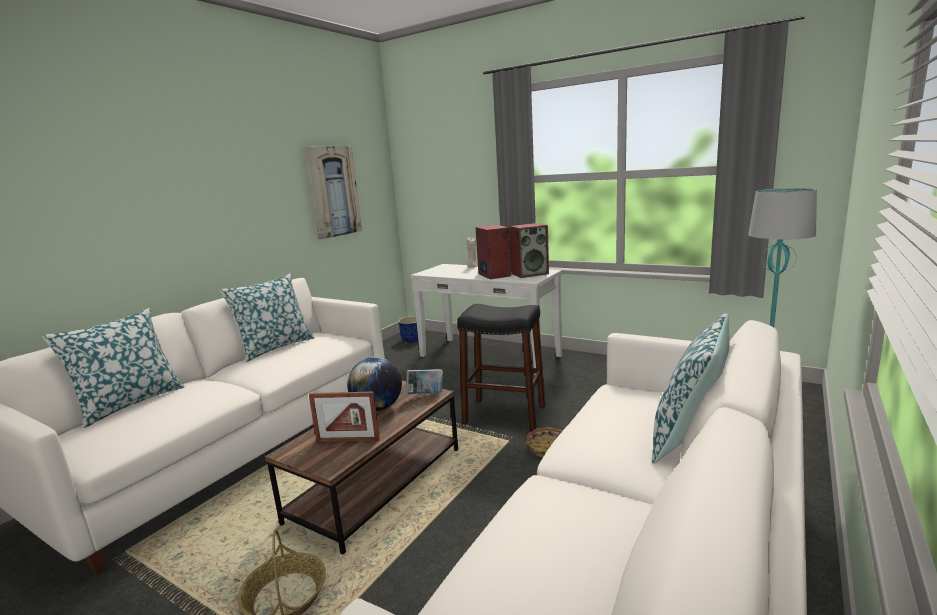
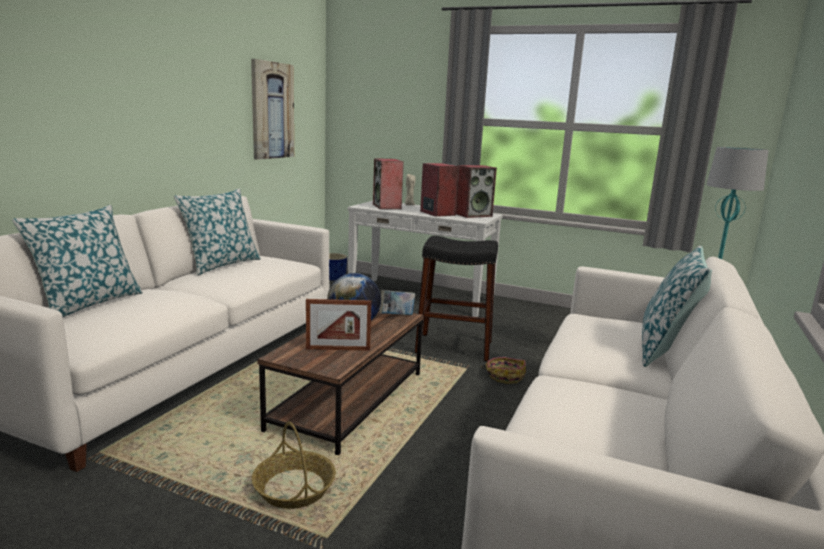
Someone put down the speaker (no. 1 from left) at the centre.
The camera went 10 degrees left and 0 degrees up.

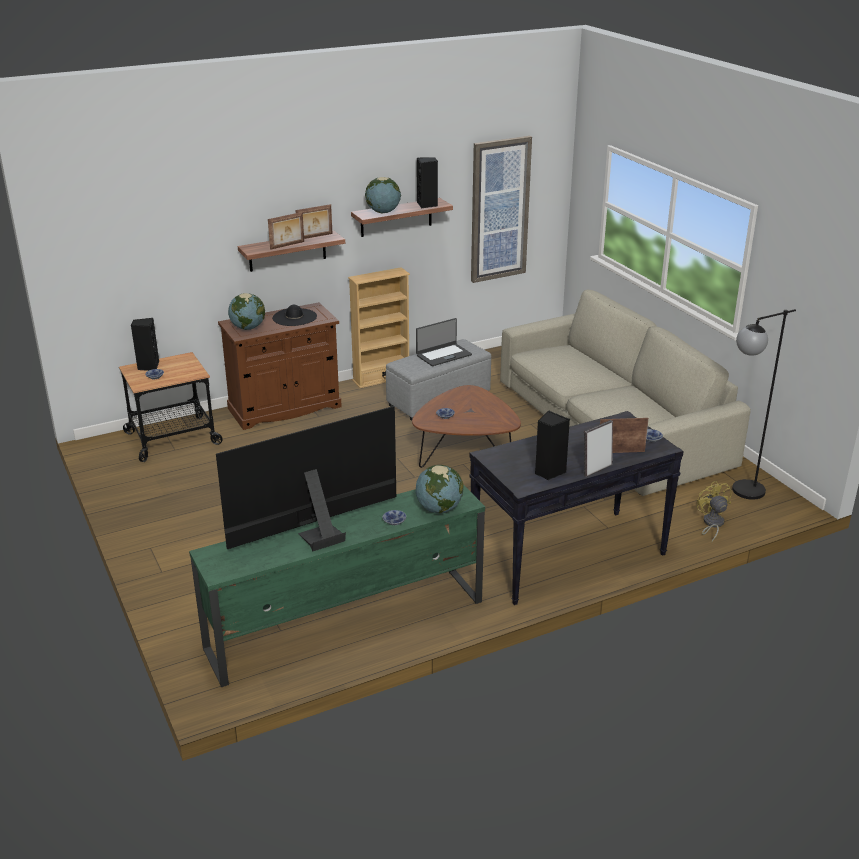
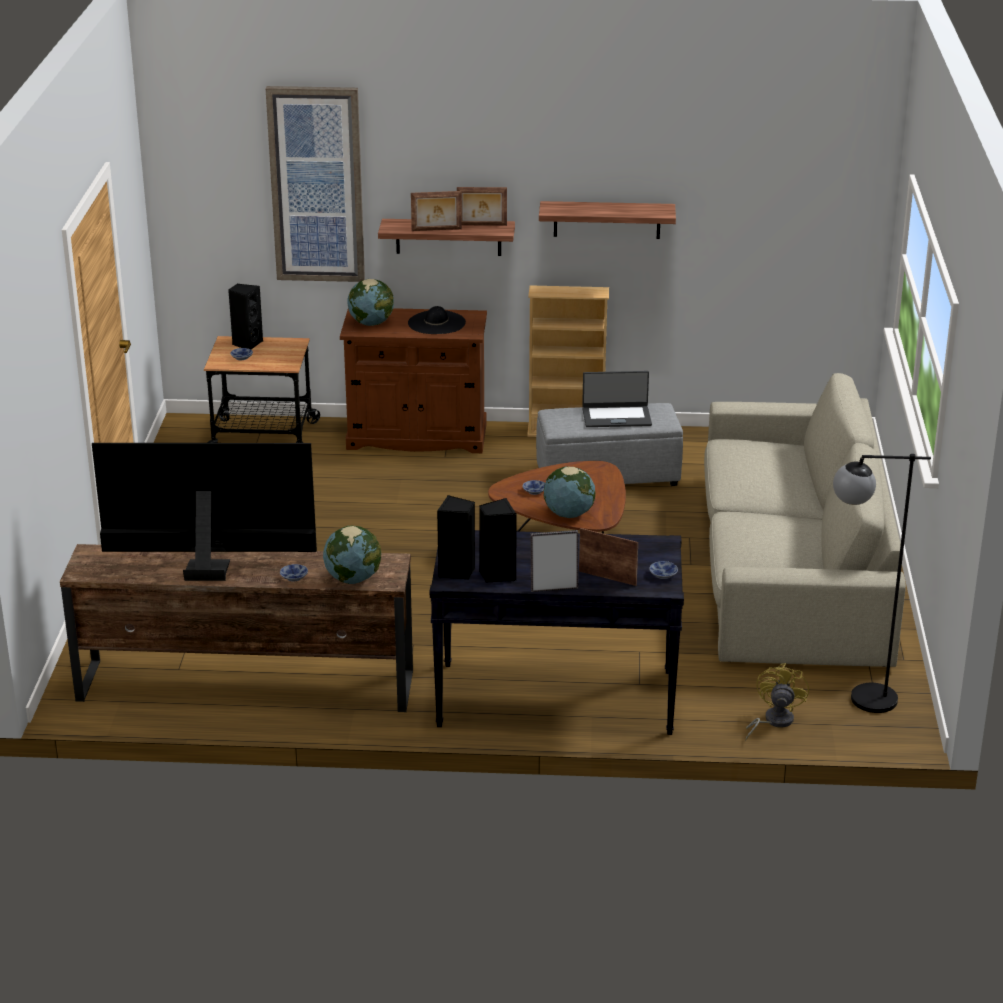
Someone carried the picture from the top centre to the top left.
Someone carried the black_speaker (no. 2 from left) from the top centre to the centre.
Someone carried the globe (no. 2 from left in the first image) from the top centre to the centre.
Someone repainted the green_tv_stand at the bottom centre, which became the brown_tv_stand at the middle left.
The camera went 30 degrees right and 0 degrees up.

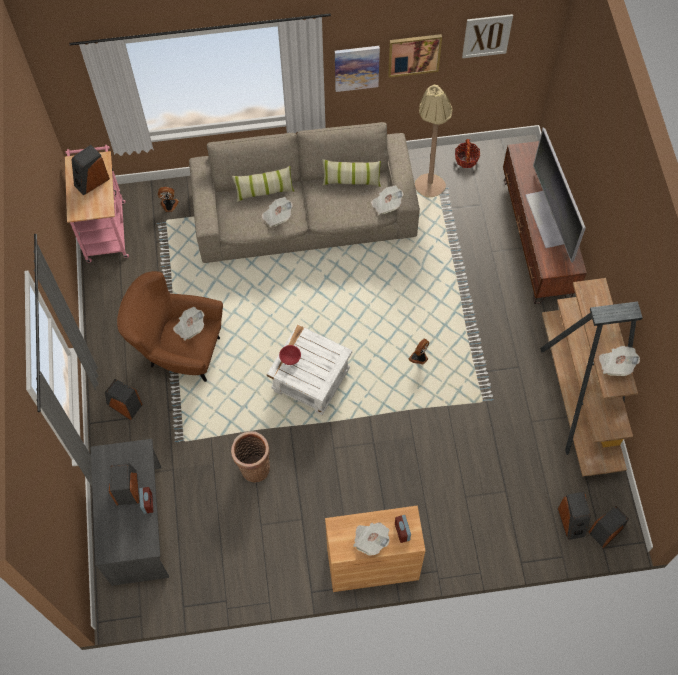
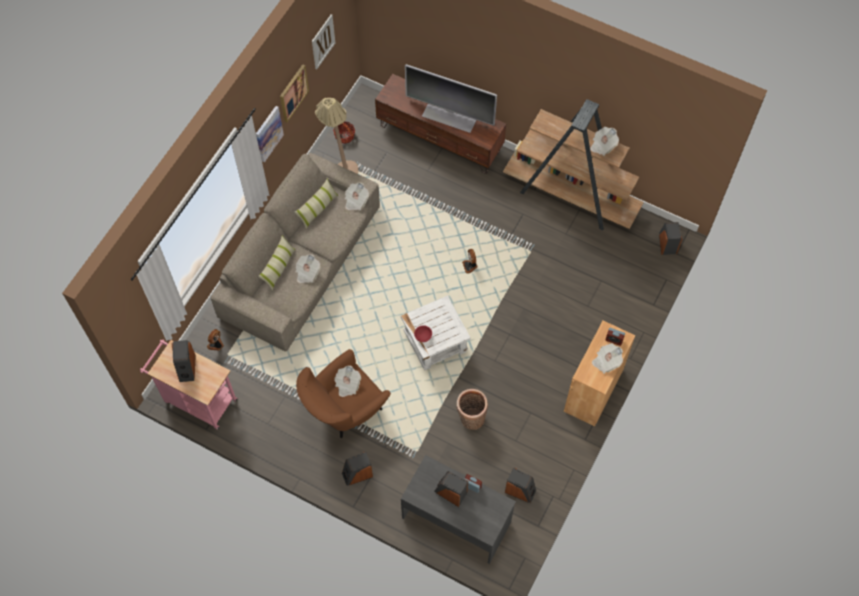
Someone carried the speaker (no. 4 from left) from the bottom right to the bottom centre.
The camera went 55 degrees left and 0 degrees up.

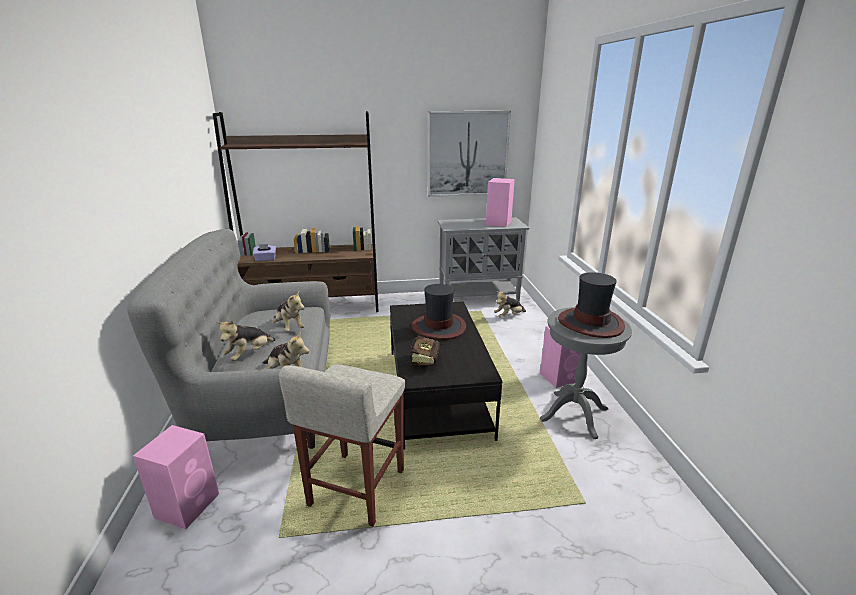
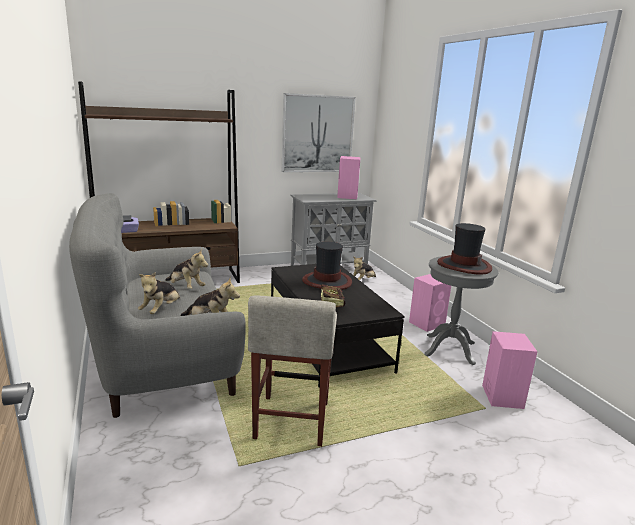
Someone carried the pink_speaker (no. 1 from left in the first image) from the bottom left to the bottom right.
The camera went 15 degrees left and 5 degrees down.

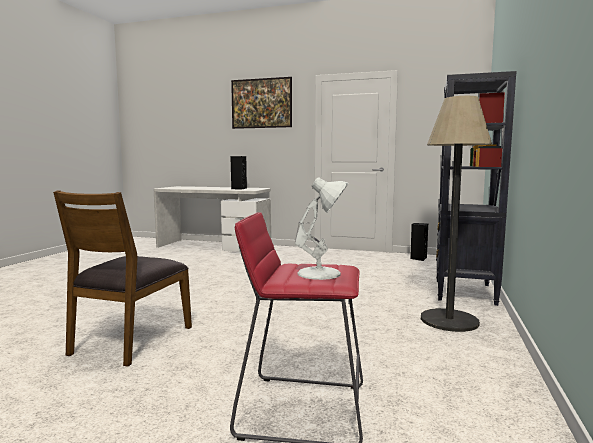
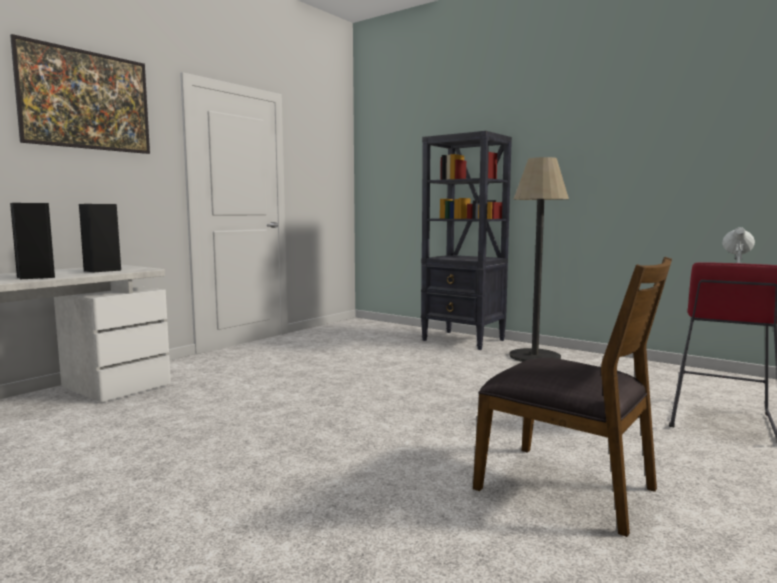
Someone carried the black_speaker (no. 2 from left in the first image) from the middle right to the middle left.
The camera went 70 degrees left and 0 degrees up.

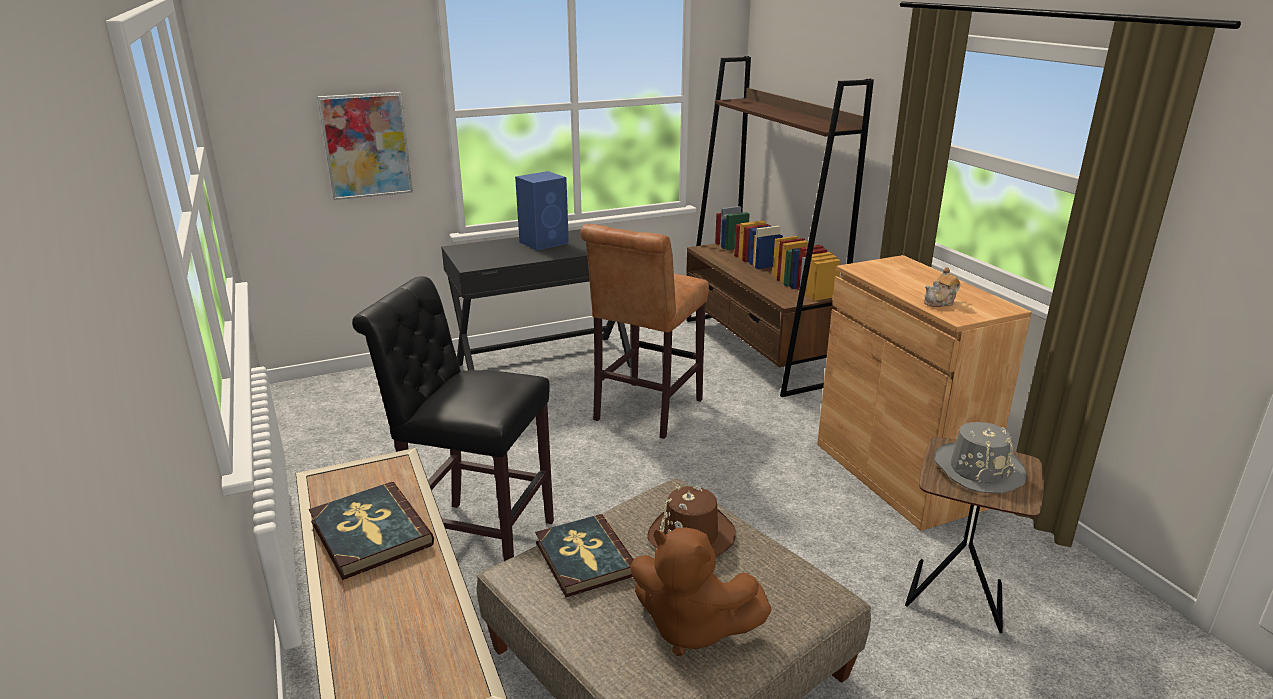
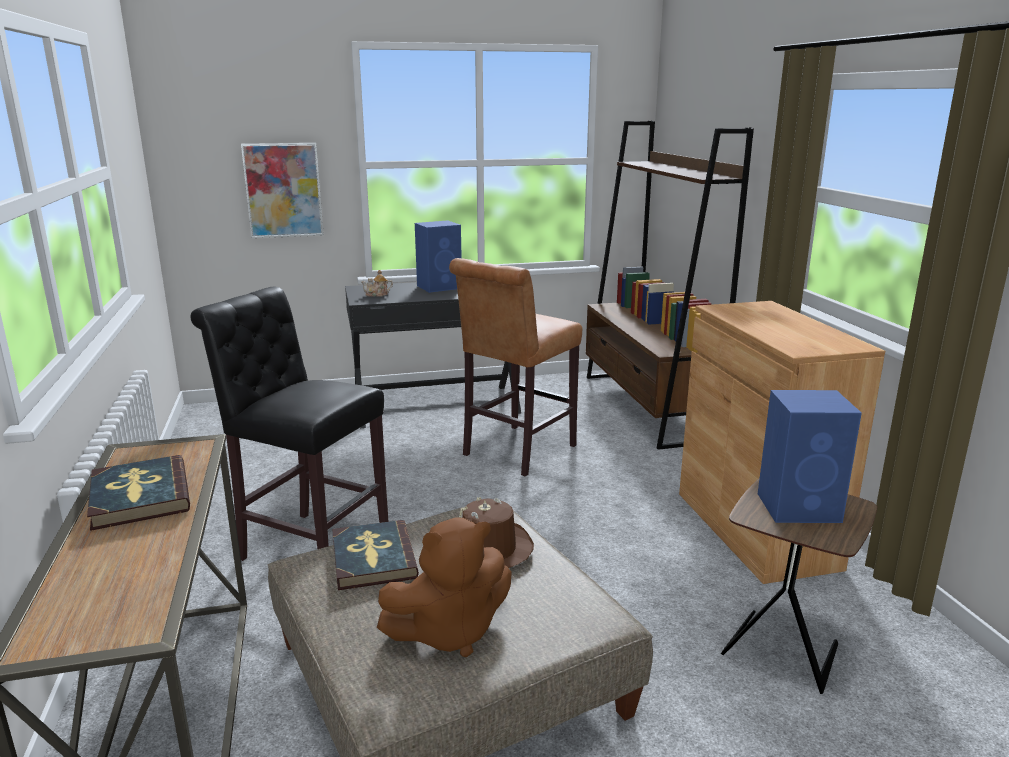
Someone carried the teapot from the middle right to the centre.
Someone swapped the grey_hat at the middle right for the blue_speaker (no. 2 from left) at the middle right.
Someone rotated the brown_plush_toy at the bottom centre by 60 degrees counterclockwise.
The camera went 10 degrees right and 5 degrees down.

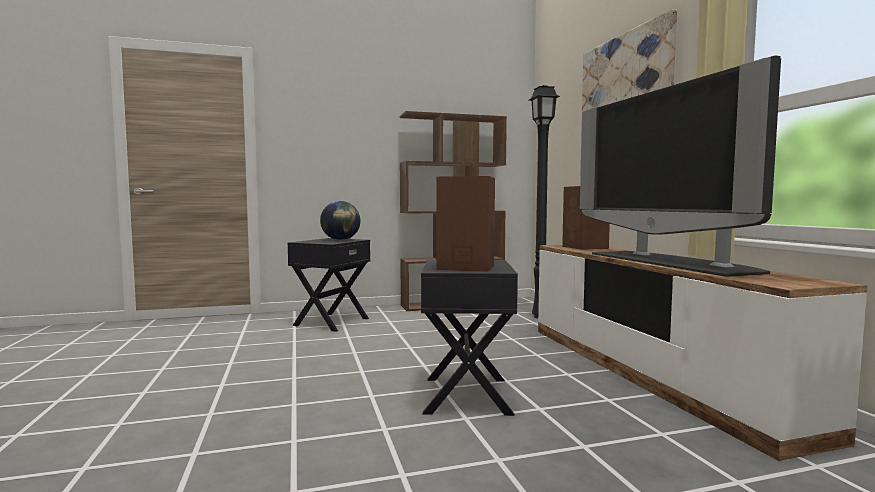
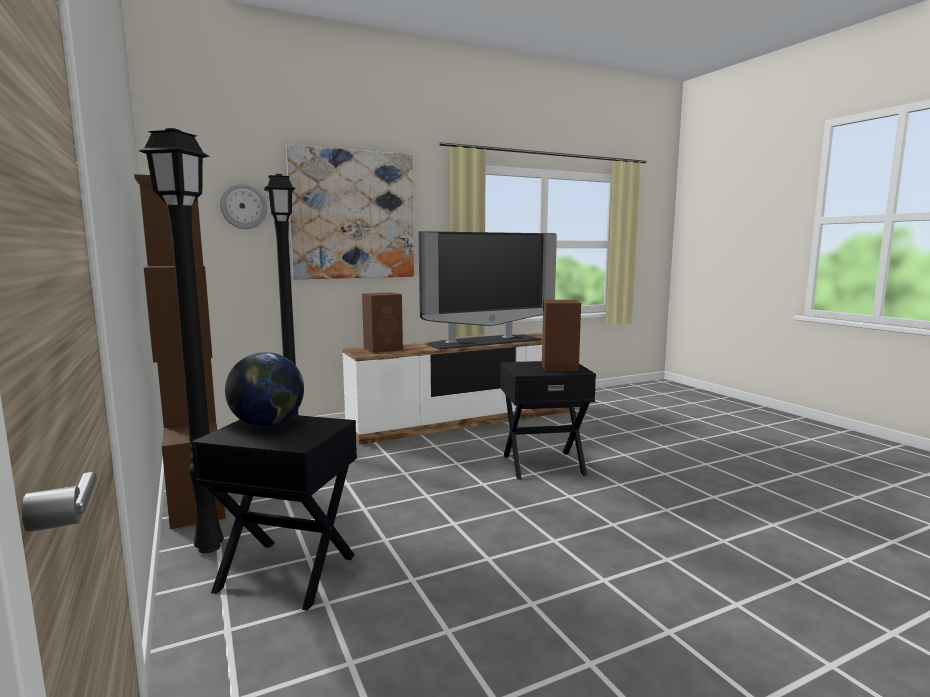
Someone put down the black_floor_lamp (no. 1 from left) at the middle left.
Someone put up the wall_clock at the top left.
The camera went 100 degrees left and 5 degrees up.

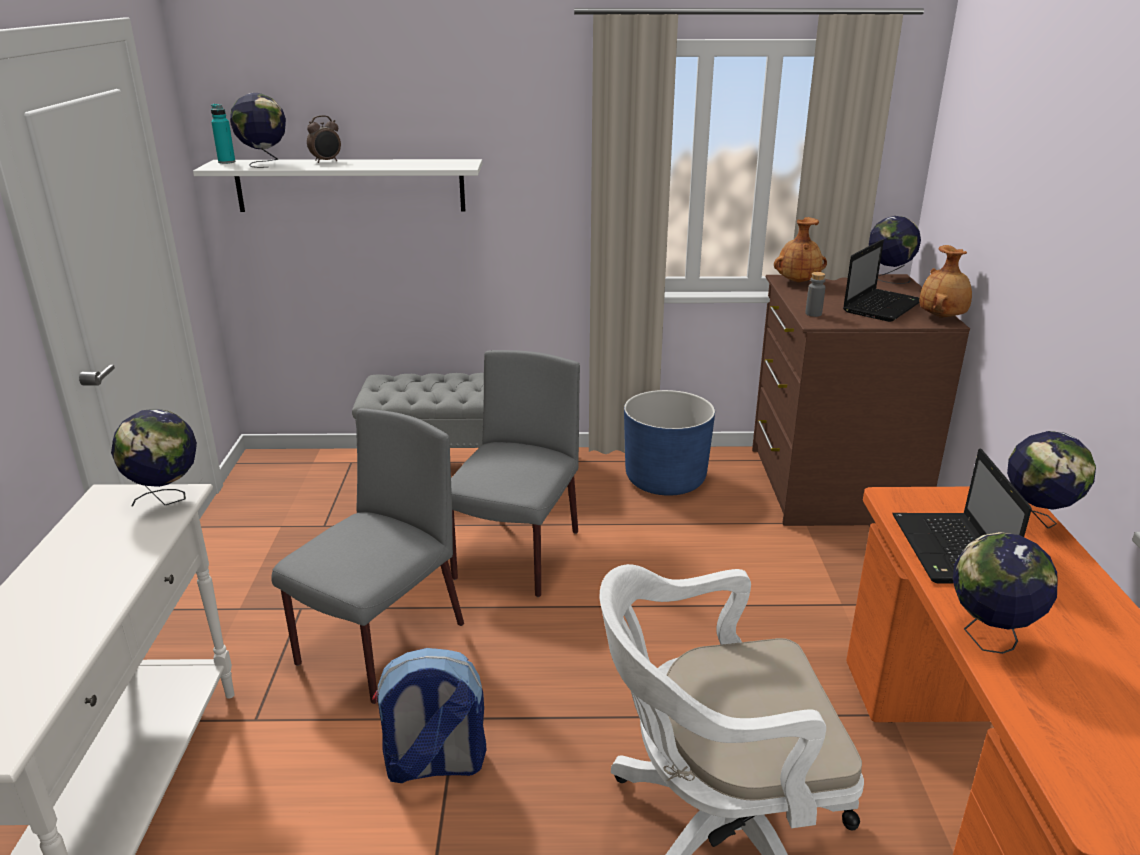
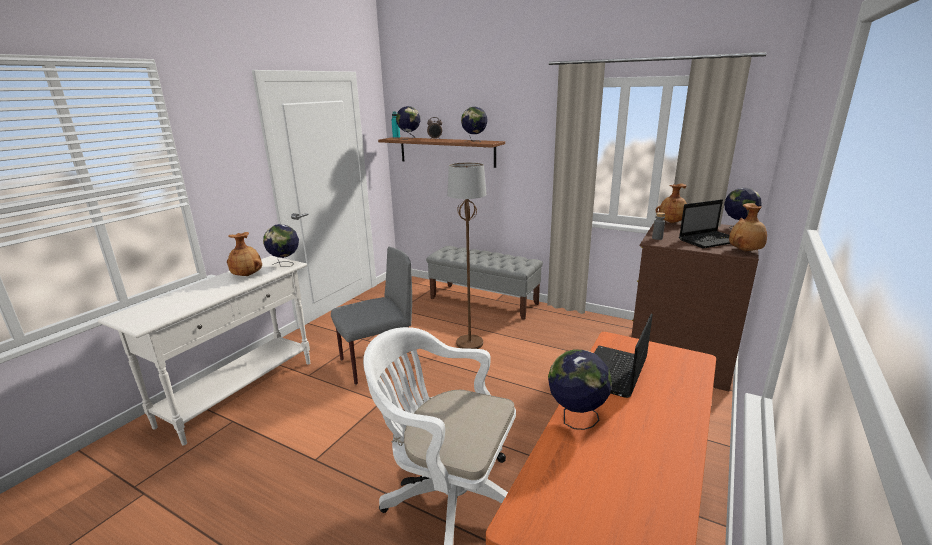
Someone repainted the white_shelf at the top left, which became the brown_shelf at the top centre.
Someone swapped the grey_chair (no. 2 from left) at the centre for the brown_floor_lamp at the centre.
Someone took away the blue_planter at the centre.
Someone carried the globe (no. 5 from left in the first image) from the middle right to the top centre.
Someone took away the backpack at the bottom centre.
Someone put down the brown_vase (no. 1 from left) at the middle left.
The camera went 30 degrees right and 5 degrees down.

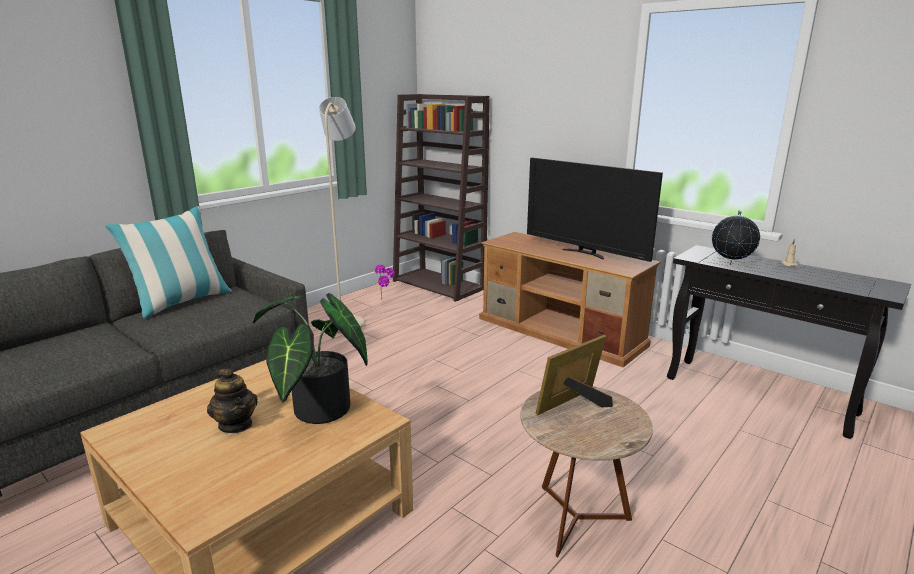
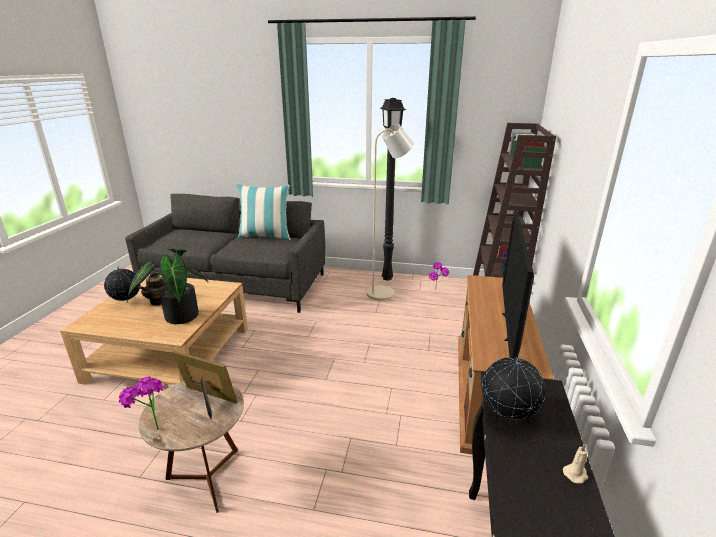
Someone put down the black_floor_lamp at the centre.
Someone put down the globe (no. 1 from left) at the middle left.
Someone put down the potted_plant (no. 1 from left) at the bottom left.
The camera went 60 degrees right and 5 degrees up.

